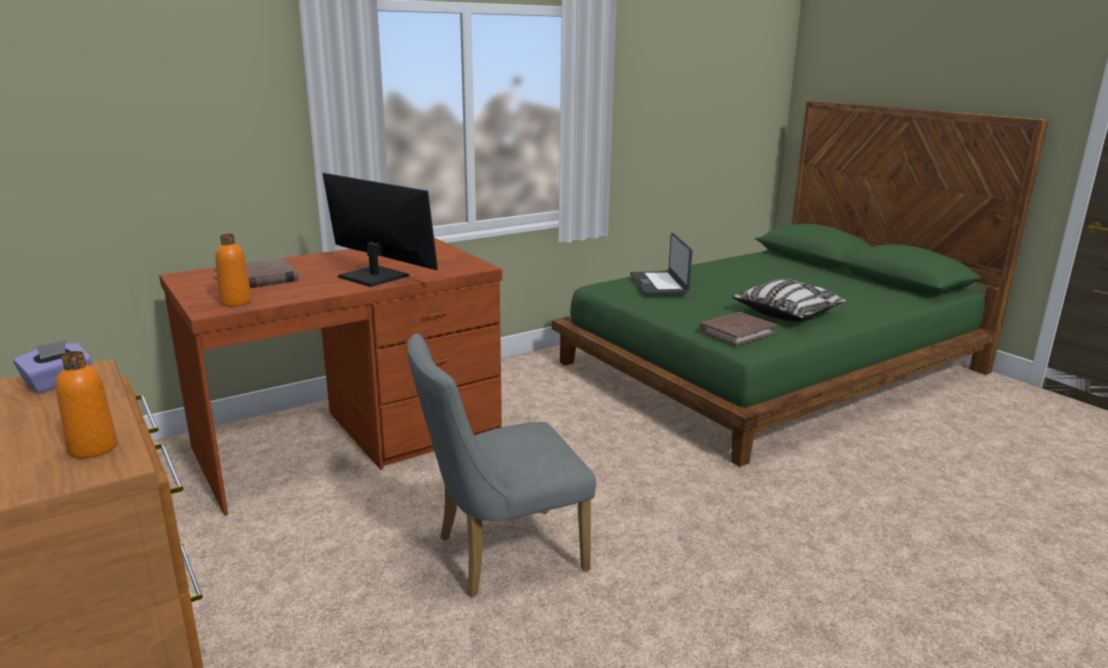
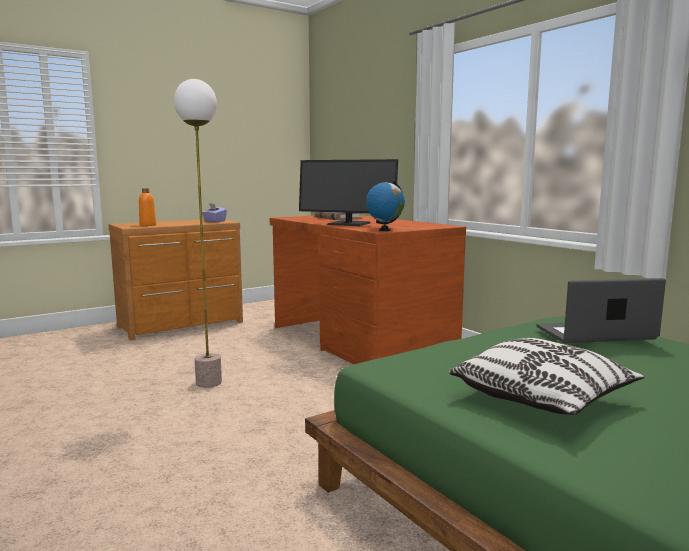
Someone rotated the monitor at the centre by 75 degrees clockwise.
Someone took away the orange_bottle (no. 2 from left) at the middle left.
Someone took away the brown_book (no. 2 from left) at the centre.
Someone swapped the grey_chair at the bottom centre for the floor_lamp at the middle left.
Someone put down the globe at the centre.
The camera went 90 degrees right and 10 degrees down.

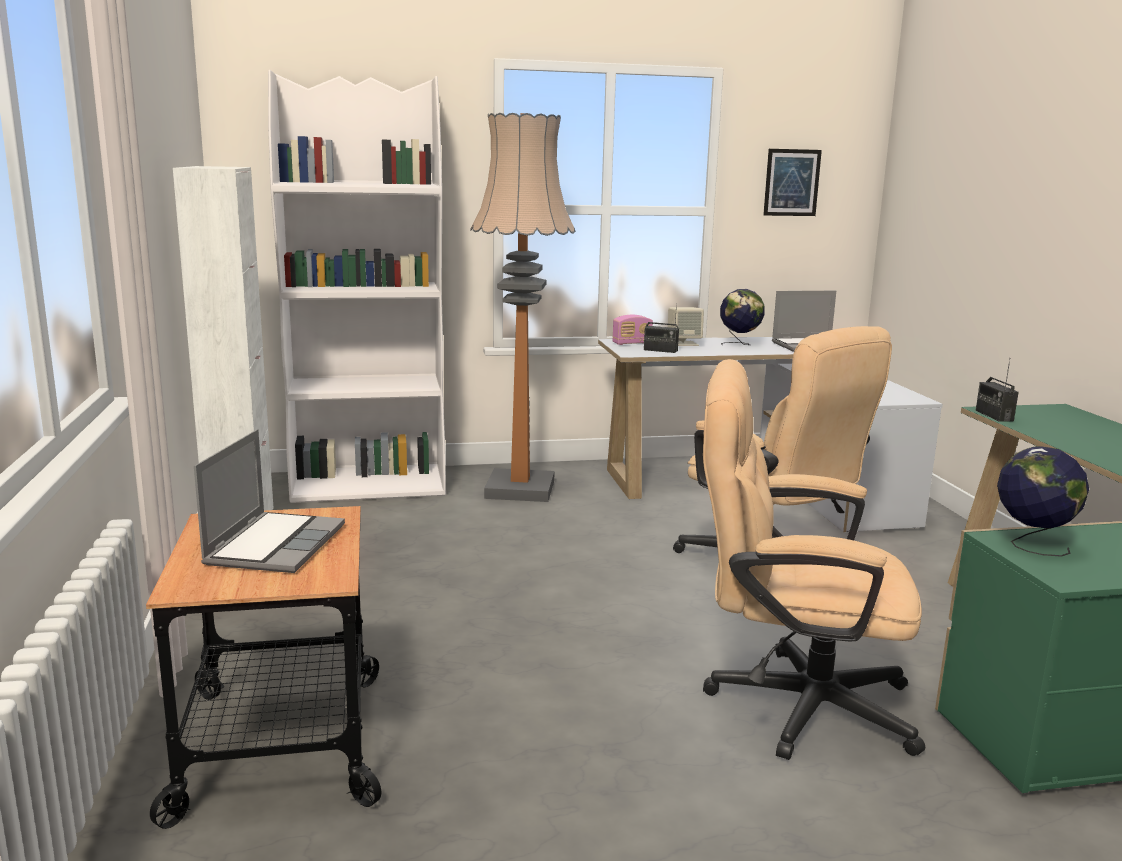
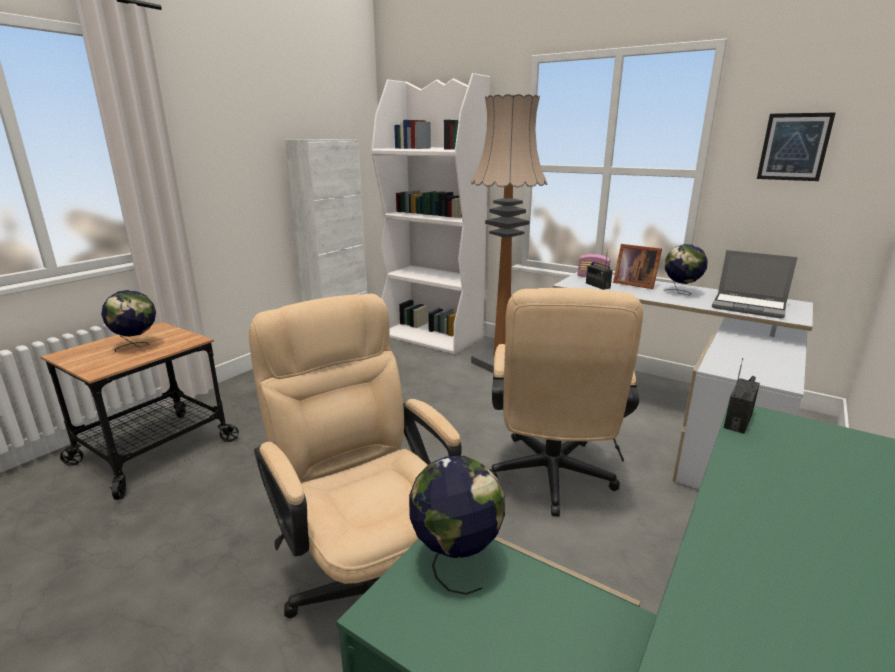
Someone swapped the beige_speaker at the centre for the picture_frame at the middle right.
Someone swapped the laptop (no. 1 from left) at the middle left for the globe (no. 1 from left) at the middle left.
The camera went 45 degrees right and 5 degrees up.

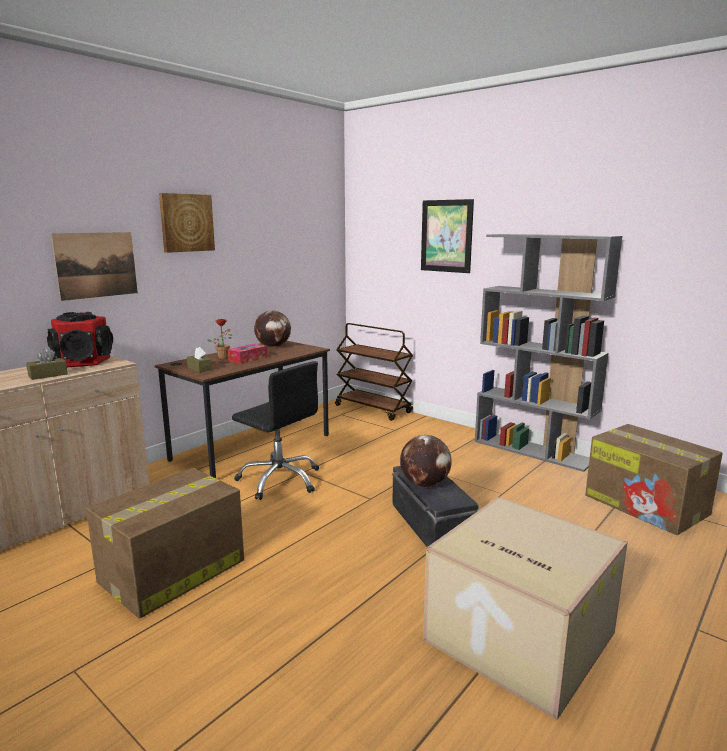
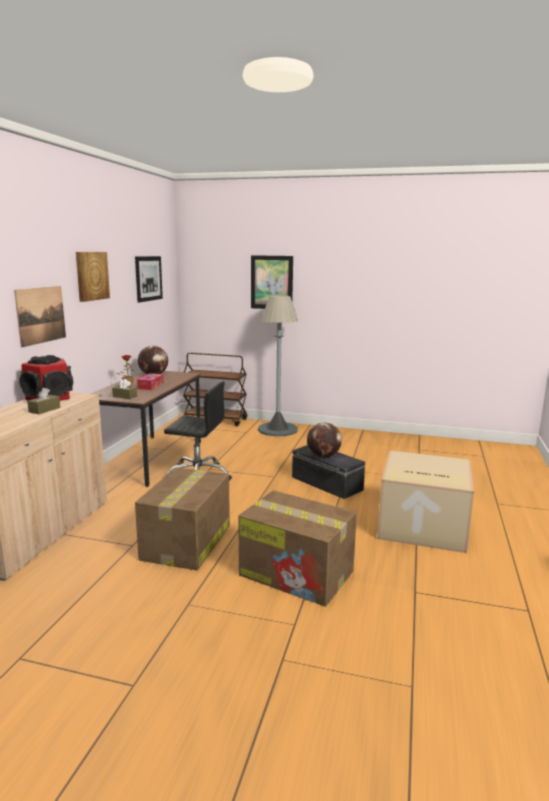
Someone took away the grey_bookcase at the middle right.
Someone carried the cardboard_box (no. 3 from left in the first image) from the middle right to the bottom centre.
Someone put up the picture (no. 3 from left) at the middle left.
Someone put down the grey_floor_lamp at the centre.
The camera went 25 degrees left and 0 degrees up.

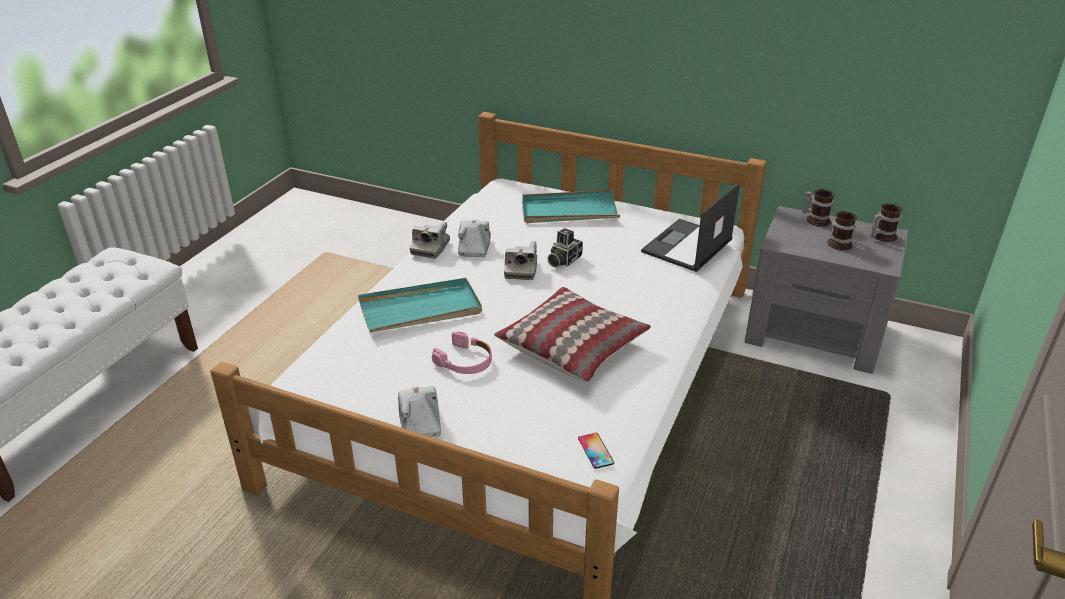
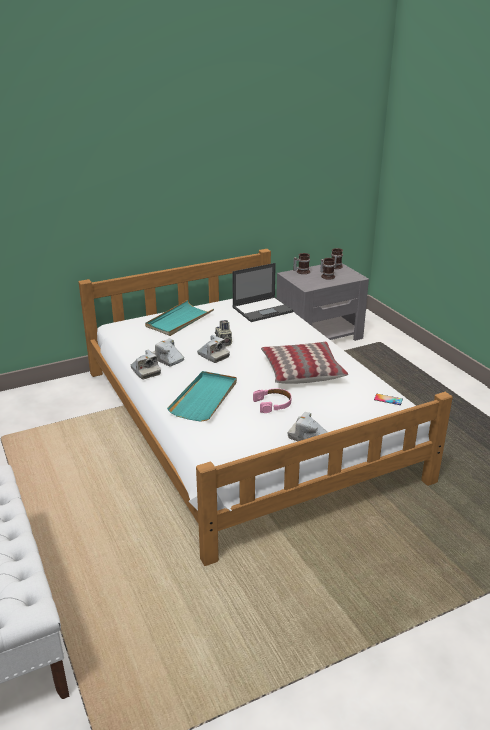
Someone rotated the laptop at the centre by 105 degrees counterclockwise.
The camera went 50 degrees left and 5 degrees down.

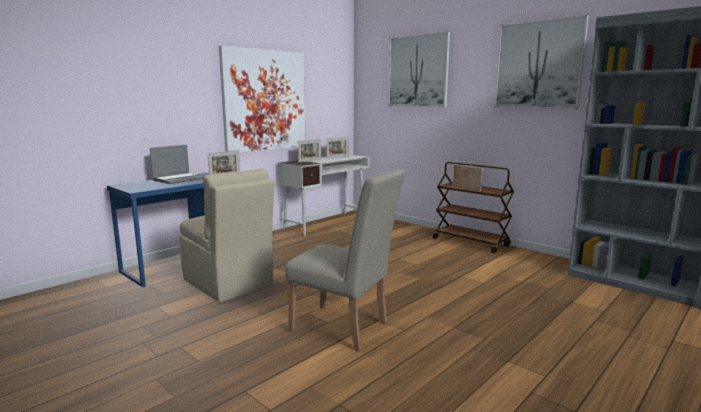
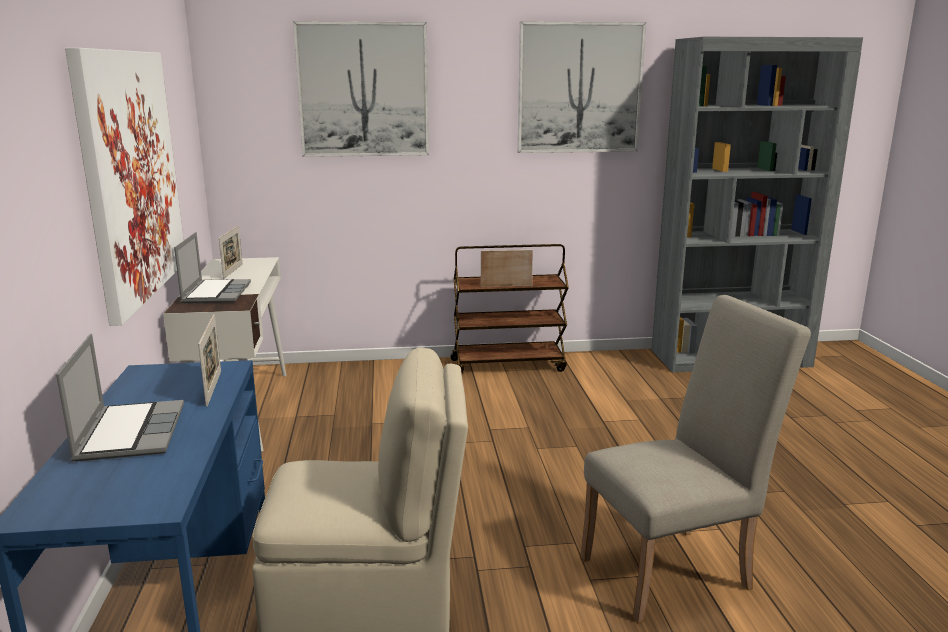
Someone swapped the picture_frame (no. 2 from left) at the centre for the laptop (no. 2 from left) at the middle left.
The camera went 50 degrees left and 5 degrees up.

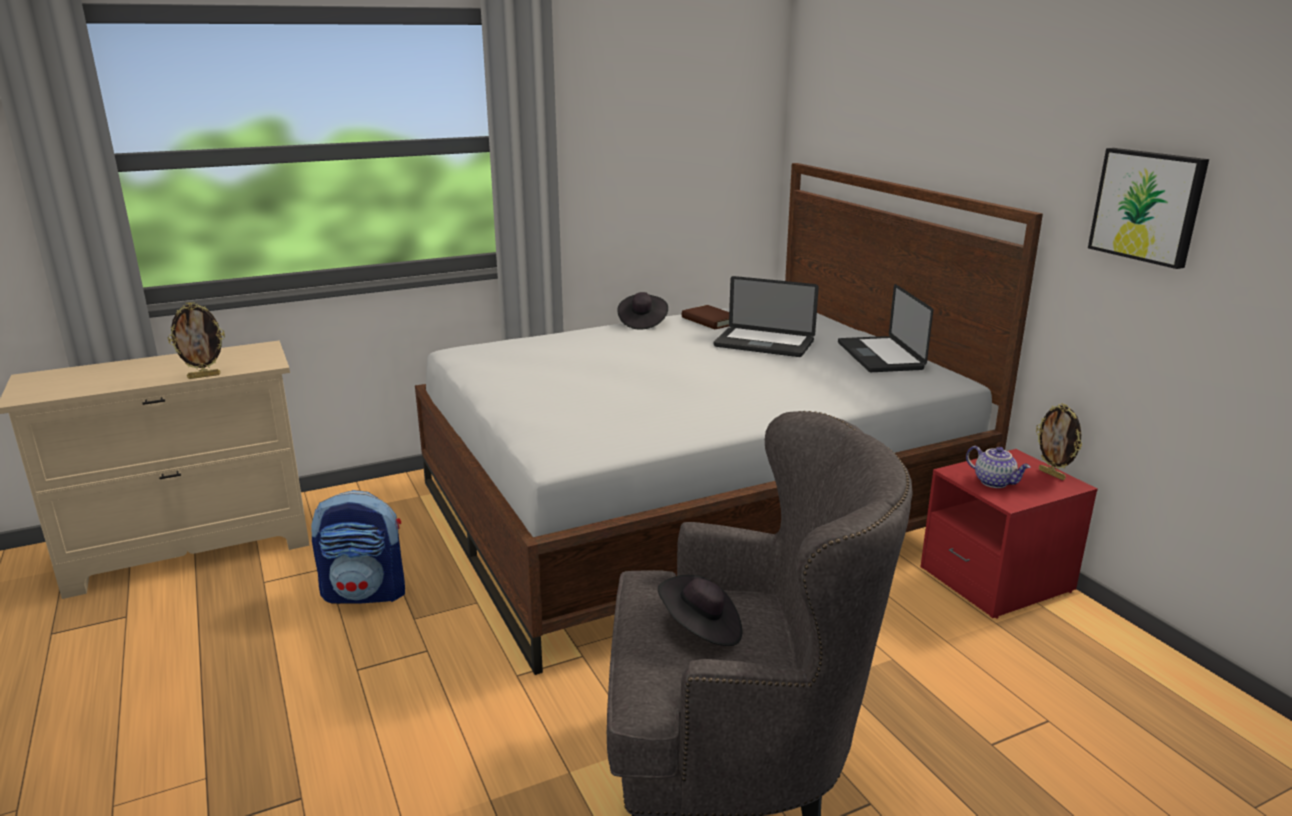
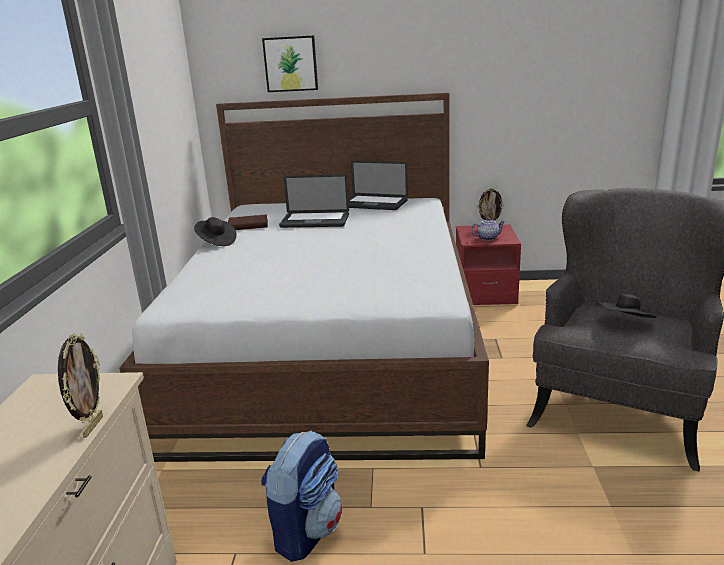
Someone carried the picture from the top right to the top centre.
Someone rotated the laptop (no. 1 from left) at the centre by 45 degrees clockwise.
The camera went 60 degrees left and 0 degrees up.

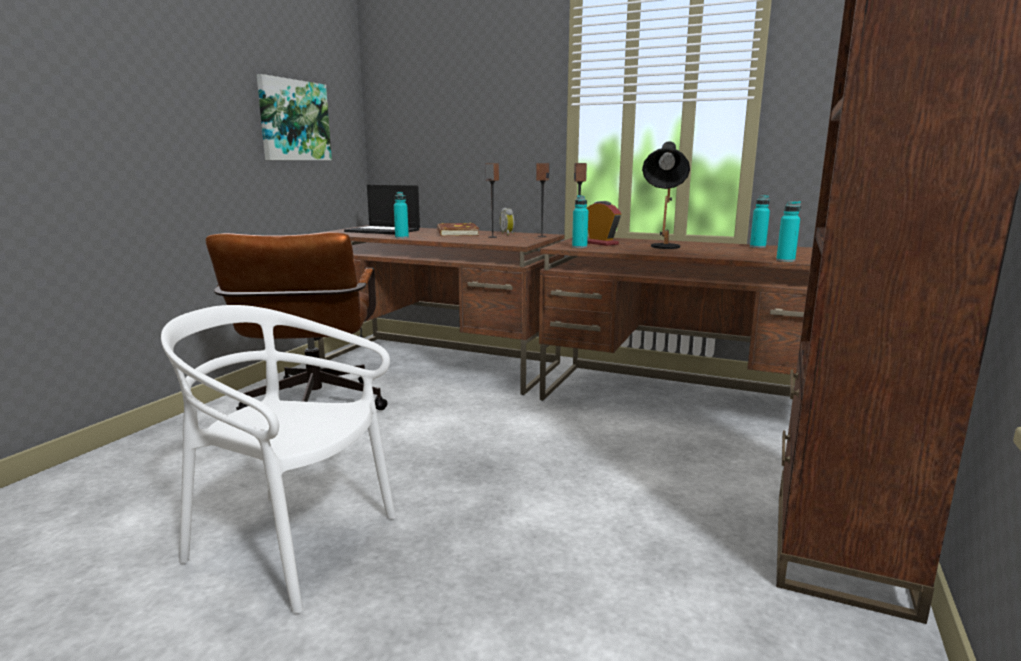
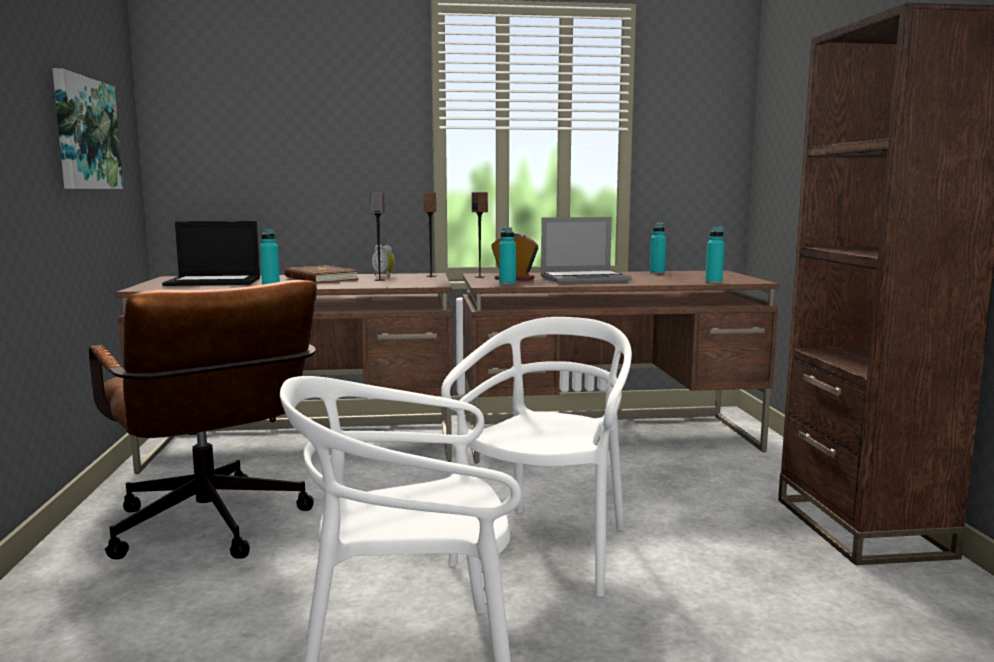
Someone swapped the black_table_lamp at the top centre for the laptop (no. 2 from left) at the centre.
Someone put down the white_chair (no. 2 from left) at the bottom centre.
The camera went 30 degrees left and 5 degrees down.

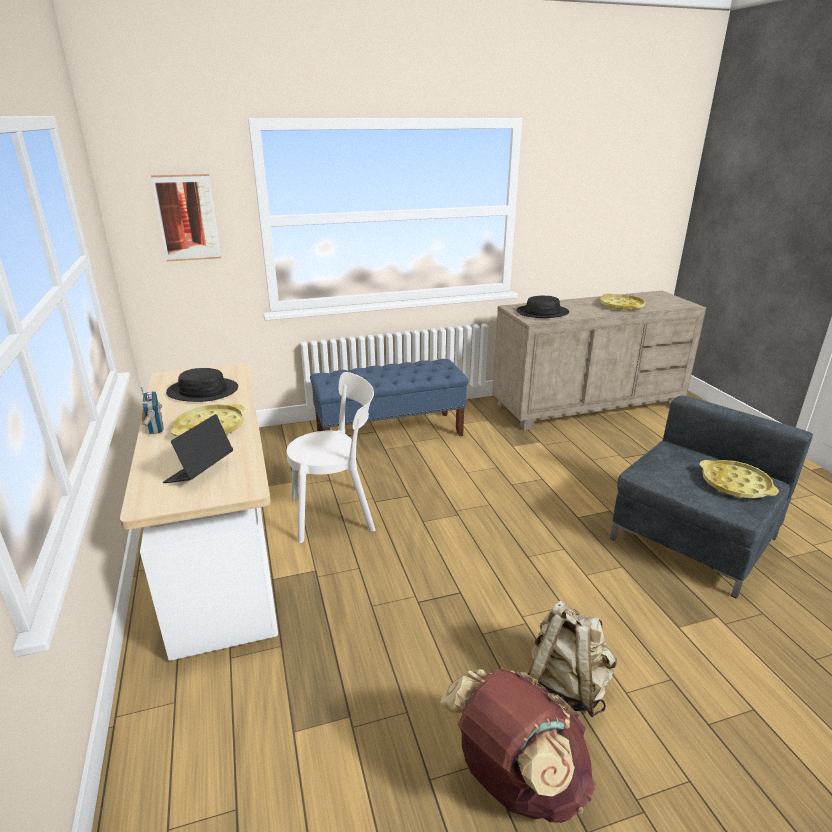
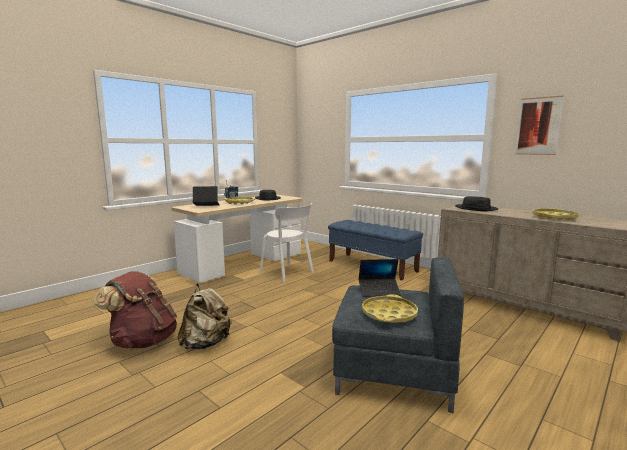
Someone carried the picture from the top left to the top right.
Someone put down the laptop (no. 2 from left) at the centre.
The camera went 60 degrees right and 15 degrees down.

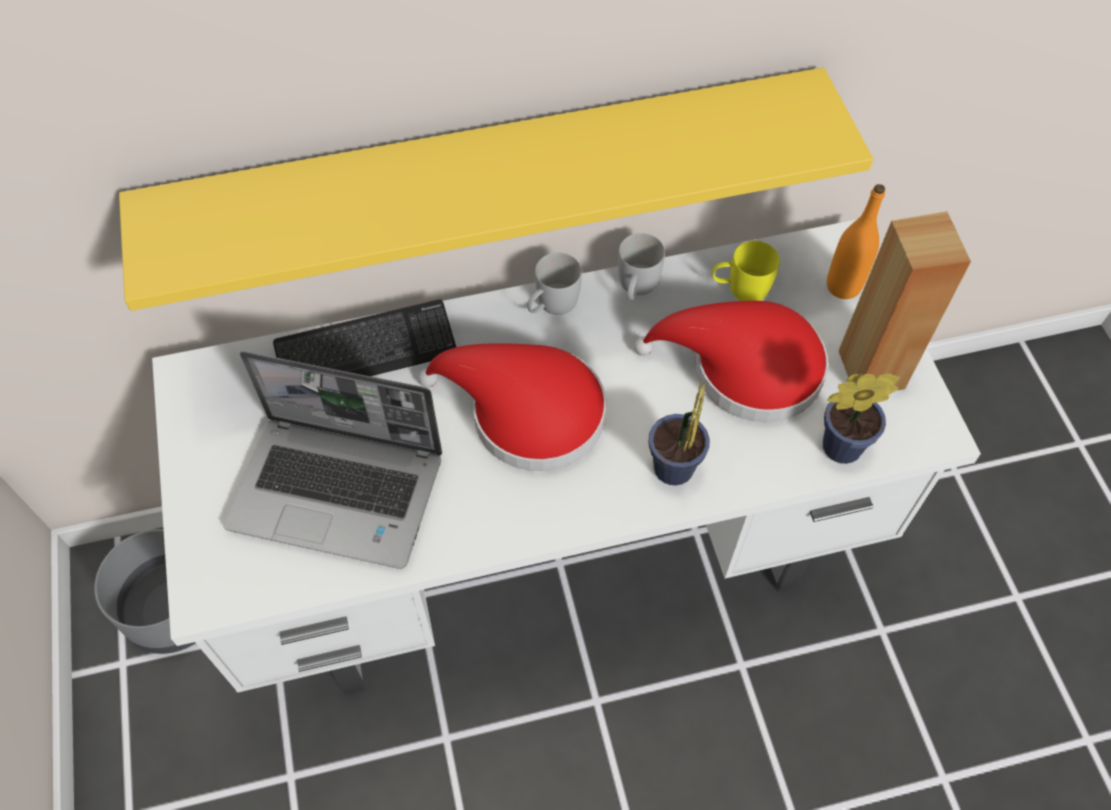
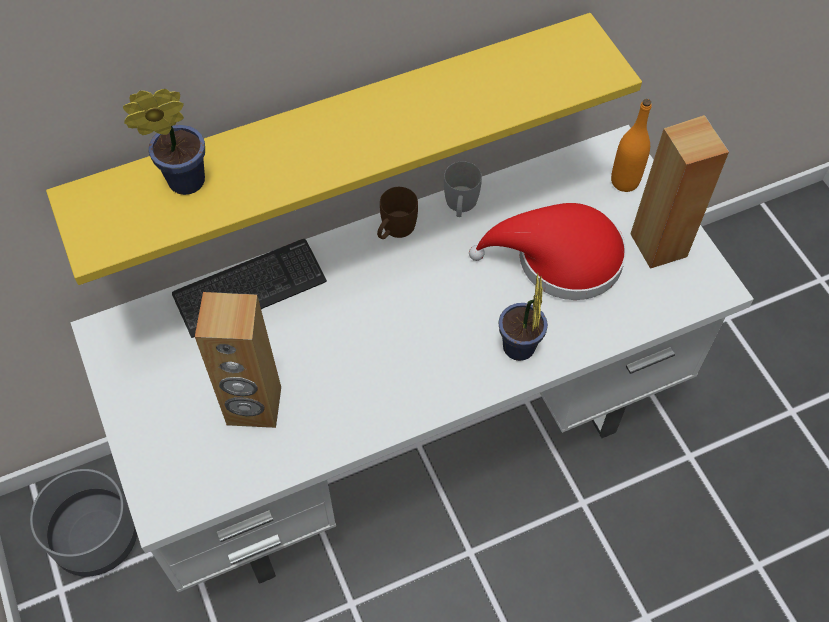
Someone took away the yellow_mug at the middle right.
Someone repainted the white_mug (no. 1 from left) at the centre, which became the brown_mug at the centre.
Someone took away the red_hat (no. 1 from left) at the centre.
Someone swapped the laptop at the middle left for the brown_speaker (no. 1 from left) at the middle left.
Someone carried the potted_plant (no. 2 from left in the first image) from the middle right to the top left.
The camera went 10 degrees left and 0 degrees up.

